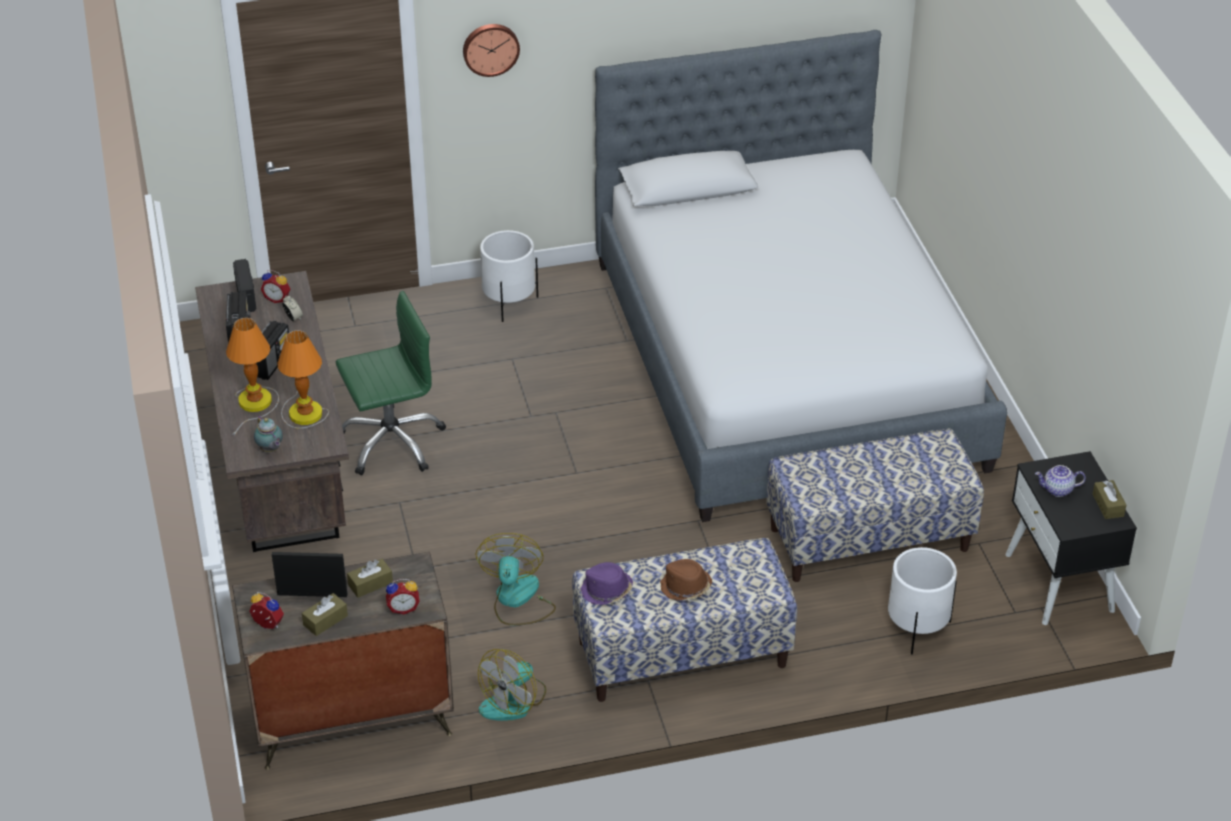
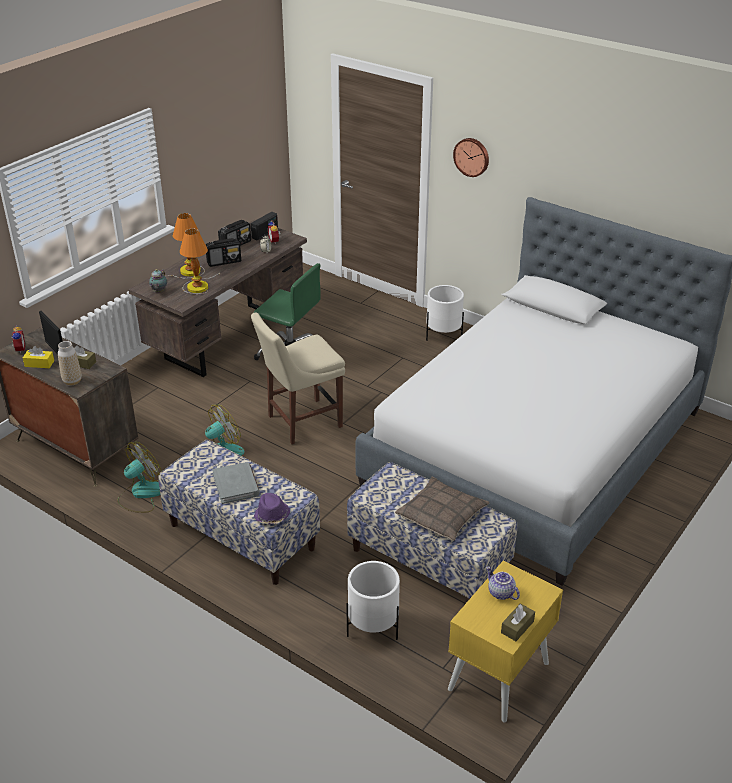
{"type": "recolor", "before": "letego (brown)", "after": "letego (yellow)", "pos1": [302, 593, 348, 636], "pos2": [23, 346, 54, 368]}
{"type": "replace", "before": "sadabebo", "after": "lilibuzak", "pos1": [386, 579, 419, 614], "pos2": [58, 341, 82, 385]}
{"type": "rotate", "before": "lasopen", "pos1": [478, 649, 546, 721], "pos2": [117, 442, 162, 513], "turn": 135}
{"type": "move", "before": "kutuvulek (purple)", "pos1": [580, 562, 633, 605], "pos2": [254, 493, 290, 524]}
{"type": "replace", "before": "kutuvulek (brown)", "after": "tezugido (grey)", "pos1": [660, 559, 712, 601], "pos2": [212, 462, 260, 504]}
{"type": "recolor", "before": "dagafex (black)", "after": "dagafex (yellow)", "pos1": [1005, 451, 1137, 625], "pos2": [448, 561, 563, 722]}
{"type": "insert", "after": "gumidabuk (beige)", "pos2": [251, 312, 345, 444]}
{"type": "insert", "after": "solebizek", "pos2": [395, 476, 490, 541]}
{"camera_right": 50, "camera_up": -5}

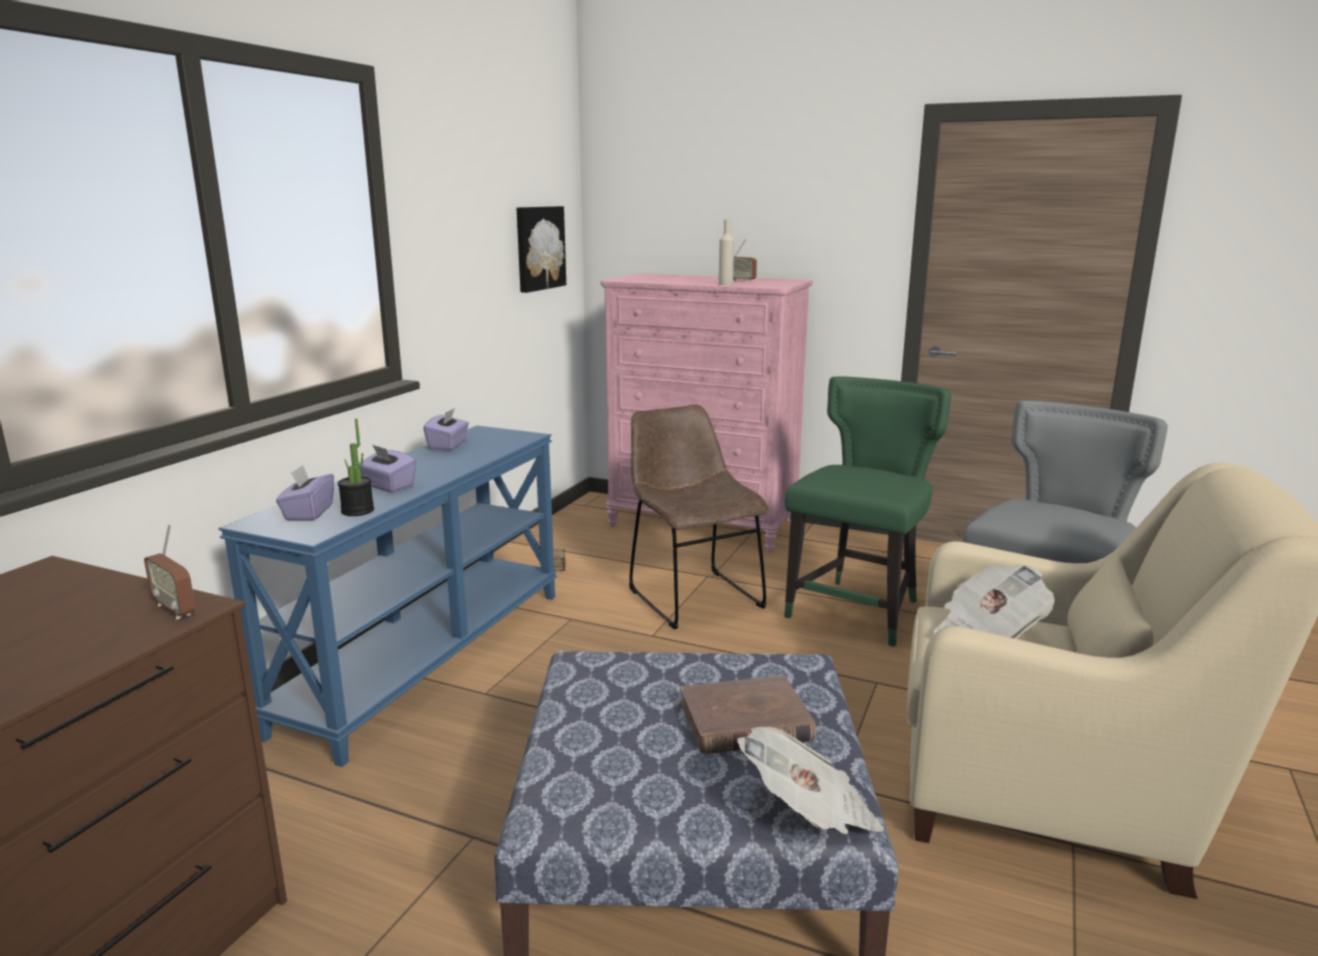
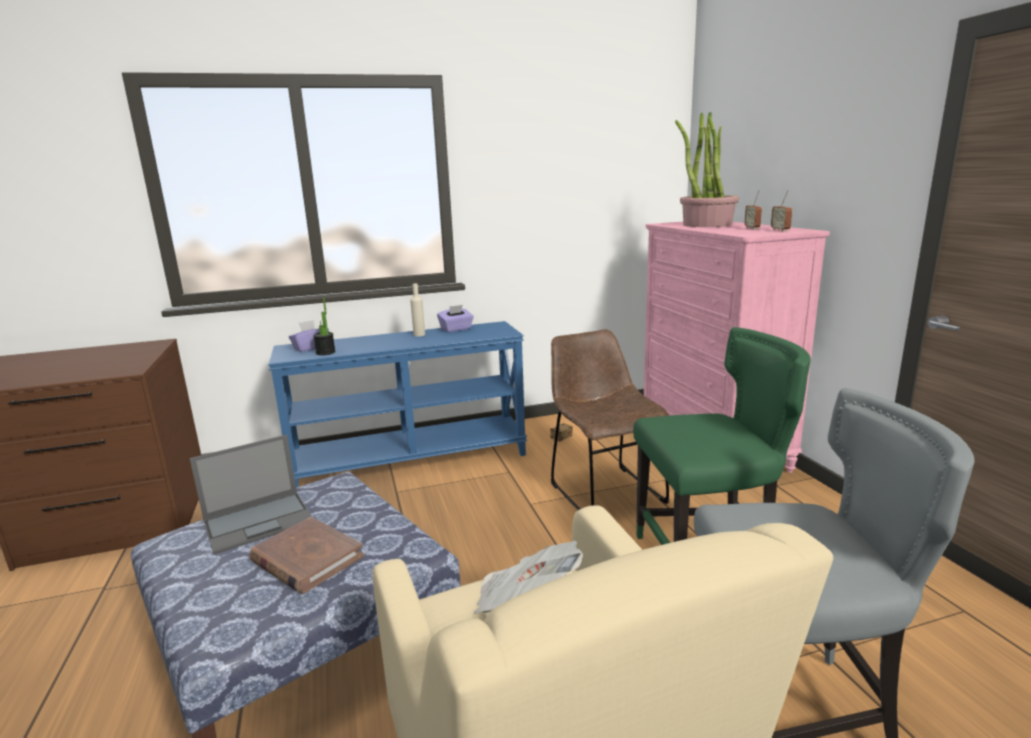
{"type": "move", "before": "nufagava", "pos1": [144, 524, 196, 620], "pos2": [771, 189, 792, 232]}
{"type": "delete", "before": "letego (purple)", "pos1": [359, 444, 417, 493]}
{"type": "delete", "before": "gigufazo", "pos1": [516, 206, 566, 293]}
{"type": "rotate", "before": "gumidabuk (brown)", "pos1": [629, 405, 769, 629], "pos2": [551, 329, 670, 510], "turn": -45}
{"type": "move", "before": "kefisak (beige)", "pos1": [719, 219, 734, 285], "pos2": [410, 284, 425, 336]}
{"type": "delete", "before": "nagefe", "pos1": [737, 727, 884, 834]}
{"type": "insert", "after": "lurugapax", "pos2": [190, 434, 312, 555]}
{"type": "insert", "after": "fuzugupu", "pos2": [675, 112, 739, 227]}
{"camera_right": 50, "camera_up": 0}

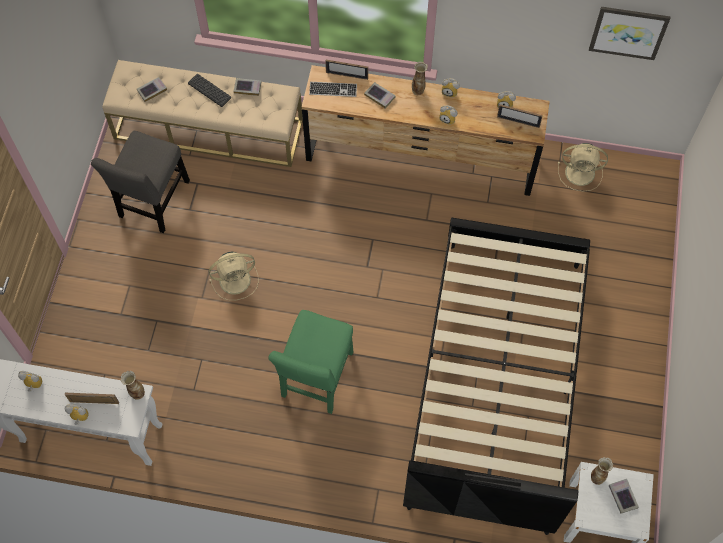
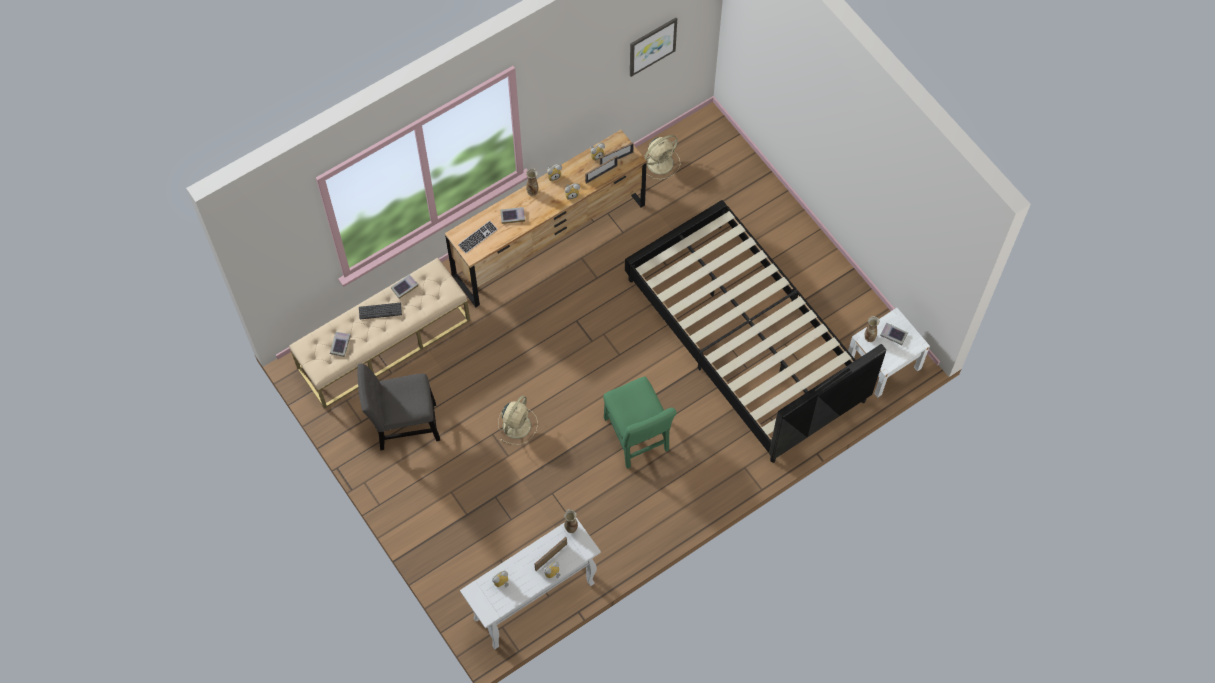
{"type": "rotate", "before": "gumidabuk (grey)", "pos1": [91, 131, 190, 233], "pos2": [357, 363, 440, 450], "turn": 105}
{"type": "move", "before": "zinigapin", "pos1": [326, 60, 368, 80], "pos2": [585, 156, 618, 184]}
{"camera_right": -45, "camera_up": 0}

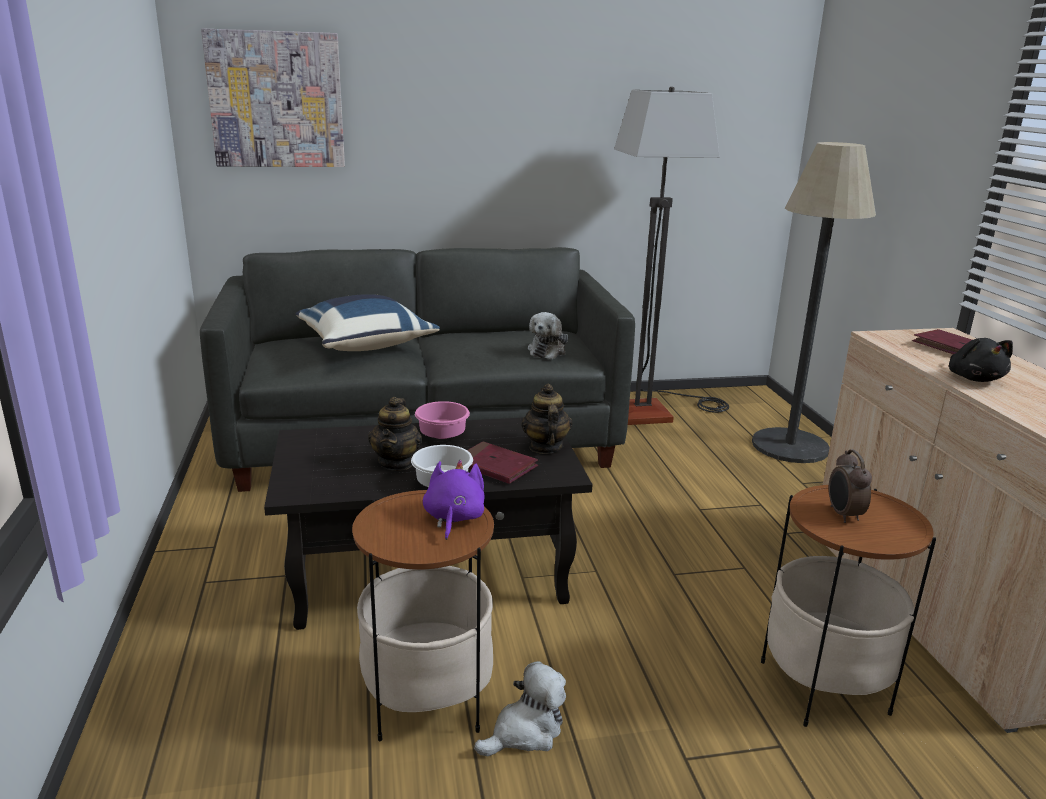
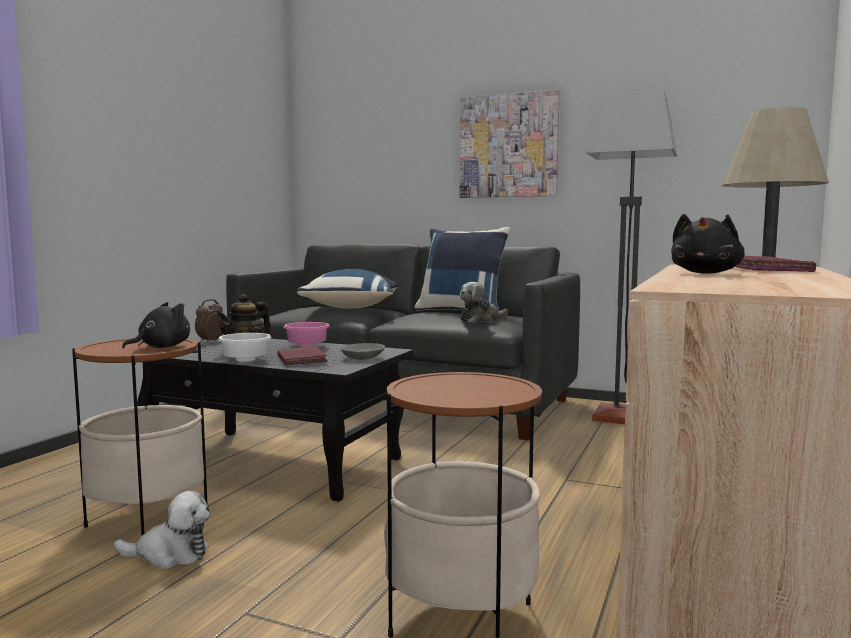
{"type": "move", "before": "gigufazo", "pos1": [201, 28, 345, 167], "pos2": [460, 89, 560, 198]}
{"type": "recolor", "before": "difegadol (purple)", "after": "difegadol (black)", "pos1": [423, 460, 484, 540], "pos2": [122, 302, 190, 349]}
{"type": "replace", "before": "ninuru", "after": "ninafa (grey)", "pos1": [521, 384, 572, 454], "pos2": [341, 343, 385, 360]}
{"type": "move", "before": "sadabebo", "pos1": [829, 449, 872, 523], "pos2": [195, 299, 223, 343]}
{"type": "insert", "after": "solebizek (blue)", "pos2": [414, 227, 511, 311]}
{"camera_right": 35, "camera_up": -15}

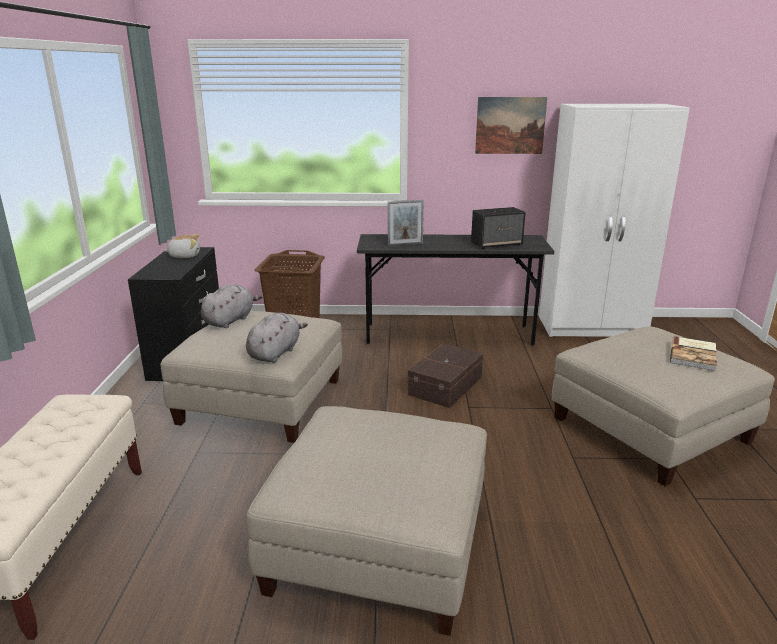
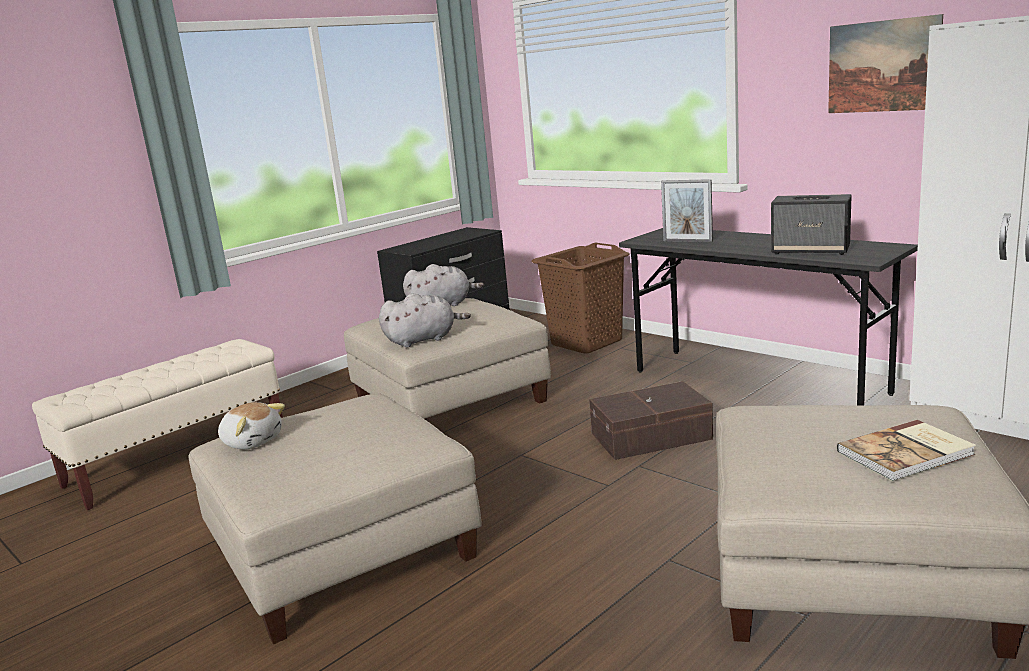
{"type": "move", "before": "difegadol", "pos1": [163, 234, 200, 258], "pos2": [218, 402, 285, 449]}
{"camera_right": 45, "camera_up": -5}

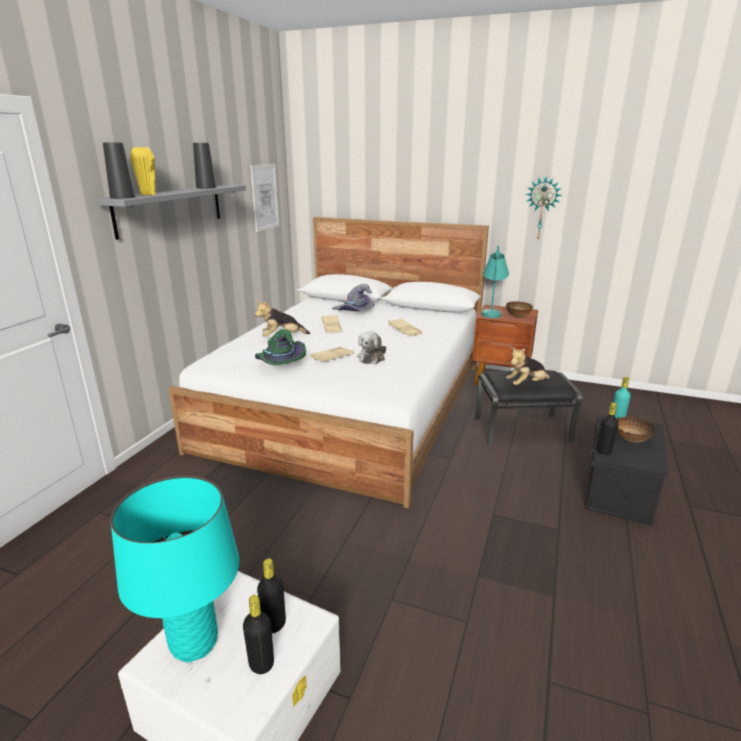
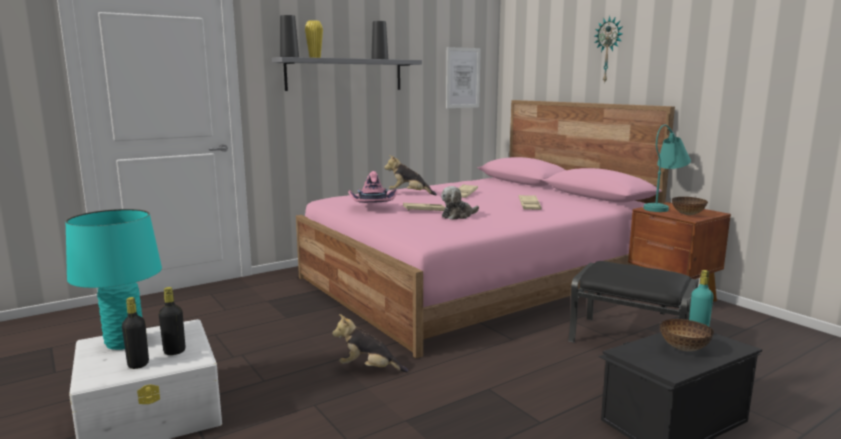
{"type": "recolor", "before": "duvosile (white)", "after": "duvosile (pink)", "pos1": [168, 217, 489, 508], "pos2": [296, 100, 675, 358]}
{"type": "recolor", "before": "kutuvulek (green)", "after": "kutuvulek (pink)", "pos1": [255, 329, 306, 365], "pos2": [348, 171, 398, 203]}
{"type": "delete", "before": "kutuvulek (grey)", "pos1": [332, 284, 375, 311]}
{"type": "move", "before": "difegadol", "pos1": [506, 347, 551, 385], "pos2": [332, 314, 409, 372]}
{"type": "move", "before": "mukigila", "pos1": [526, 177, 562, 239], "pos2": [595, 16, 623, 82]}
{"type": "delete", "before": "kefisak (black)", "pos1": [597, 402, 619, 455]}
{"camera_right": 35, "camera_up": -10}

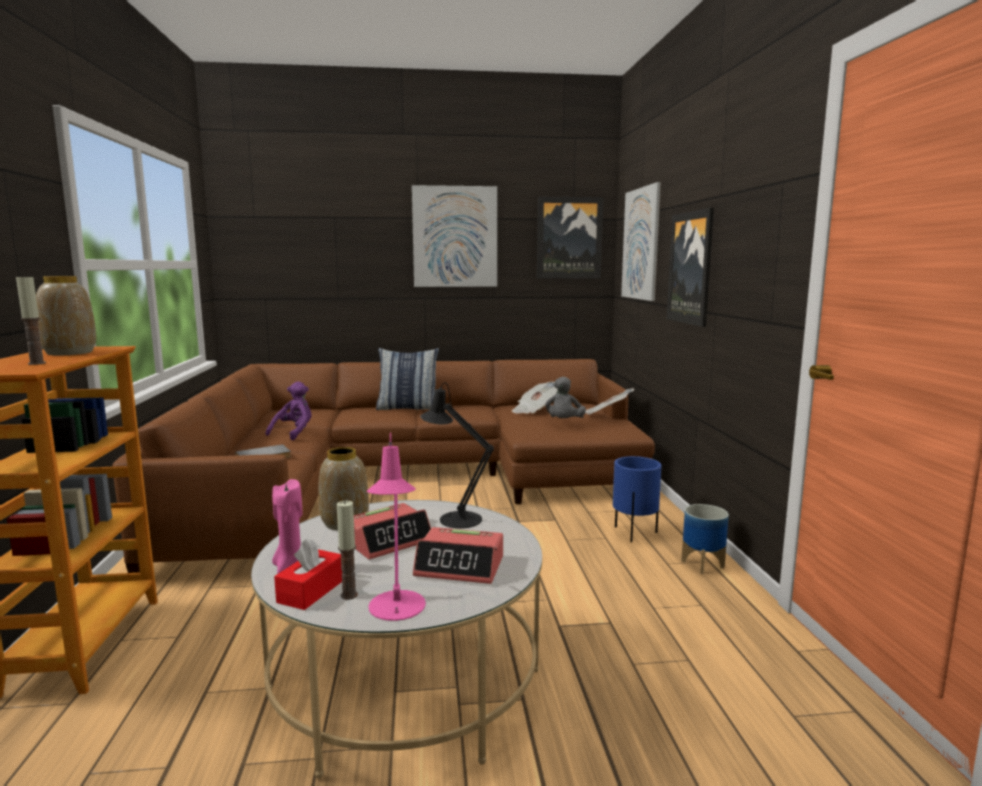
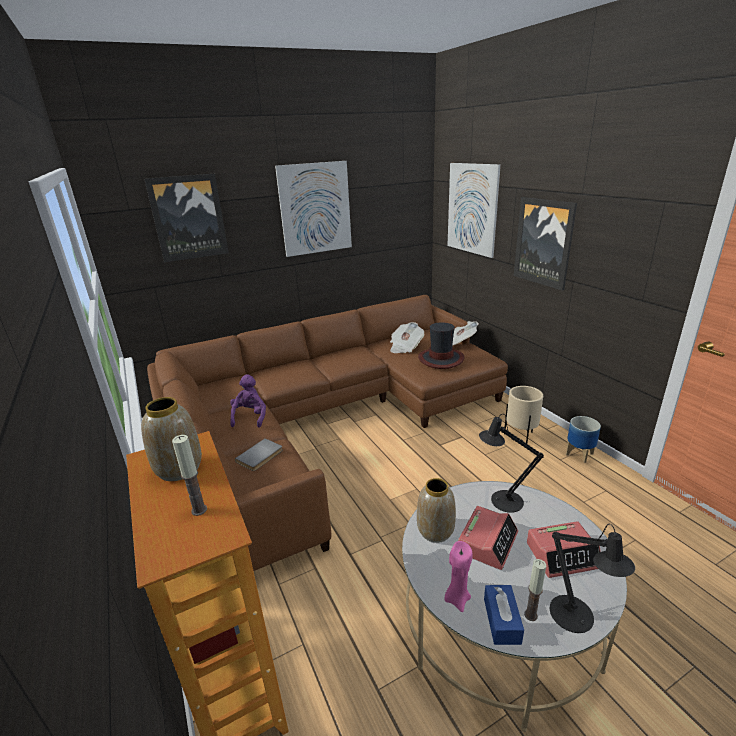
{"type": "recolor", "before": "letego (red)", "after": "letego (blue)", "pos1": [274, 538, 342, 610], "pos2": [484, 585, 524, 645]}
{"type": "recolor", "before": "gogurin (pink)", "after": "gogurin (black)", "pos1": [367, 432, 426, 621], "pos2": [550, 524, 635, 633]}
{"type": "delete", "before": "solebizek", "pos1": [376, 348, 439, 410]}
{"type": "move", "before": "gigufazo", "pos1": [537, 197, 603, 279], "pos2": [144, 174, 229, 262]}
{"type": "replace", "before": "difegadol (grey)", "after": "kutuvulek", "pos1": [545, 377, 586, 418], "pos2": [418, 322, 464, 369]}
{"type": "recolor", "before": "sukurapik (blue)", "after": "sukurapik (beige)", "pos1": [613, 456, 662, 542], "pos2": [505, 386, 543, 444]}
{"camera_right": -20, "camera_up": 15}

